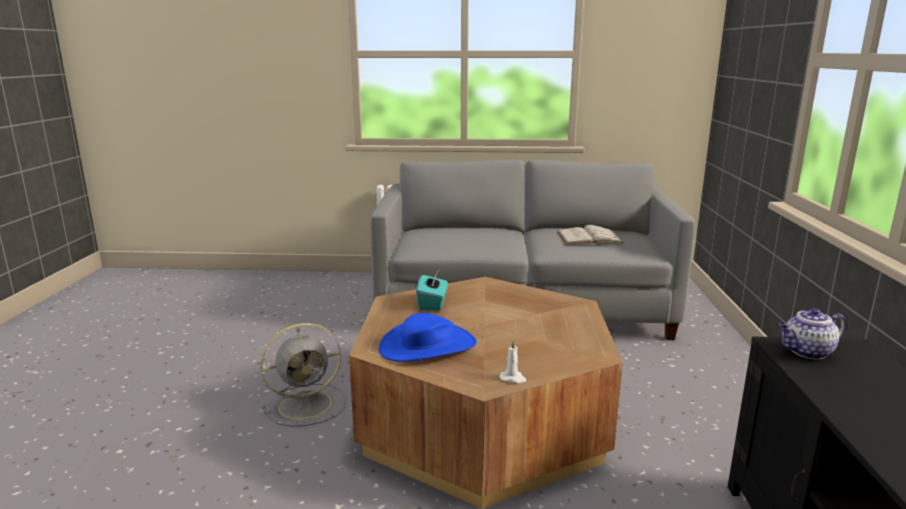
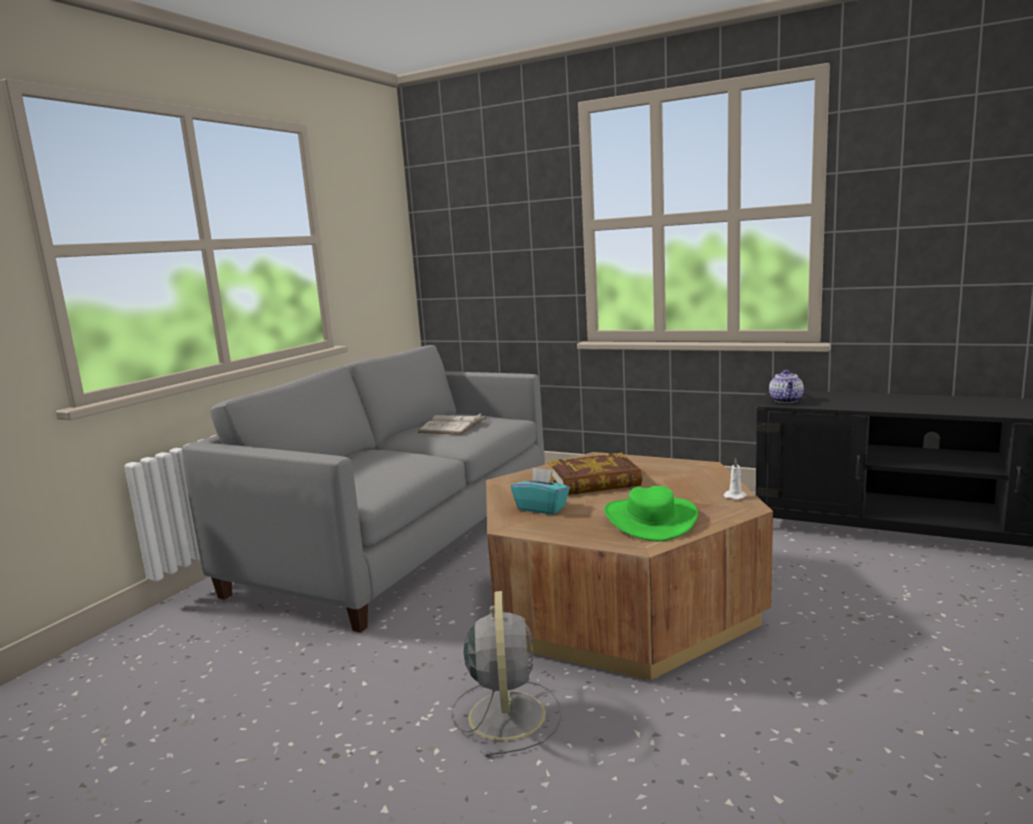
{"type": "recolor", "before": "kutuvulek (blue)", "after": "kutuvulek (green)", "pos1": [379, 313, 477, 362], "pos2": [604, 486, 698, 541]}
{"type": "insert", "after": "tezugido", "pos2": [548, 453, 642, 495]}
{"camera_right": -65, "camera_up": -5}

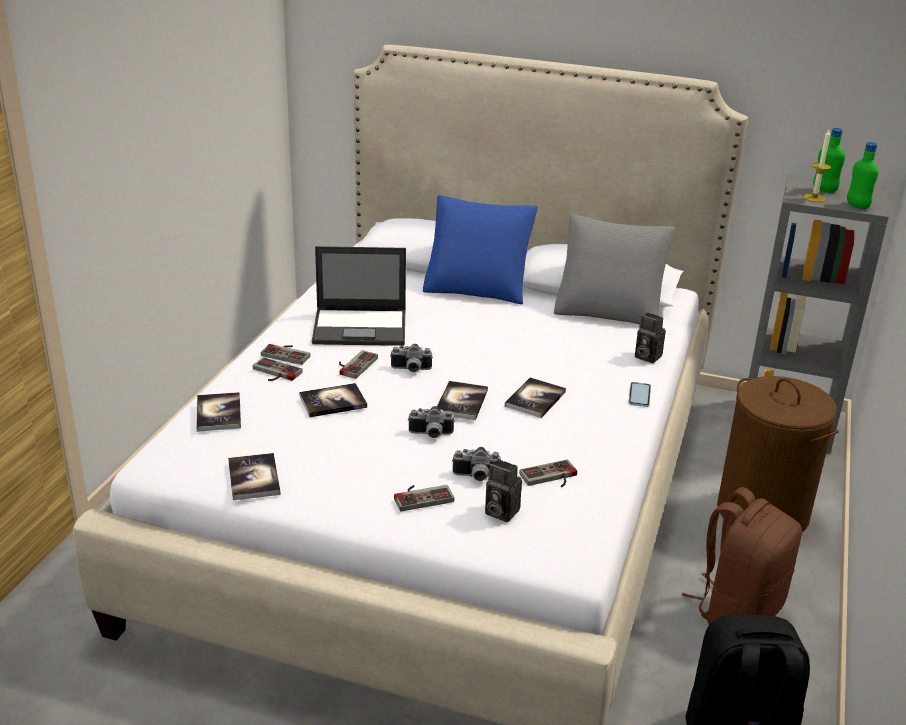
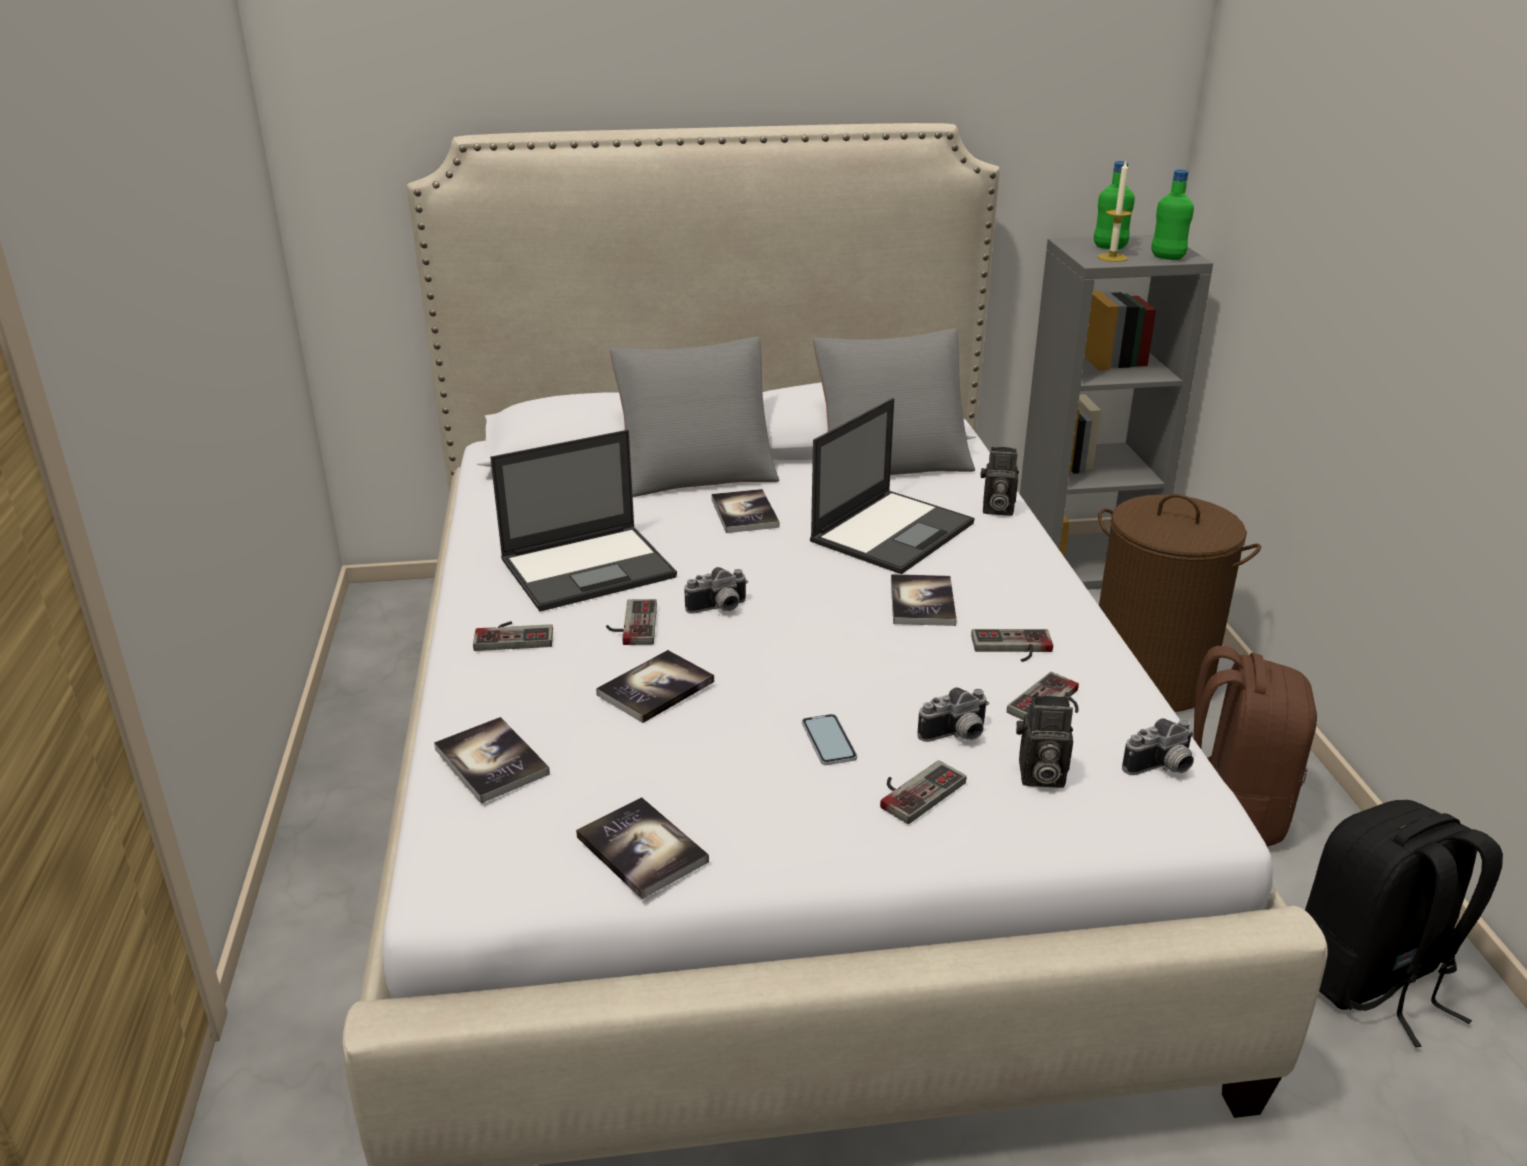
{"type": "move", "before": "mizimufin", "pos1": [253, 357, 303, 381], "pos2": [971, 629, 1053, 662]}
{"type": "move", "before": "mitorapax", "pos1": [408, 406, 455, 438], "pos2": [1122, 718, 1195, 775]}
{"type": "recolor", "before": "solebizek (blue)", "after": "solebizek (grey)", "pos1": [423, 195, 538, 304], "pos2": [610, 337, 779, 497]}
{"type": "move", "before": "tezugido", "pos1": [437, 381, 488, 420], "pos2": [711, 489, 779, 533]}
{"type": "move", "before": "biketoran", "pos1": [628, 382, 651, 407], "pos2": [802, 714, 857, 765]}
{"type": "insert", "after": "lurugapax", "pos2": [810, 398, 974, 574]}
{"camera_right": -25, "camera_up": 0}

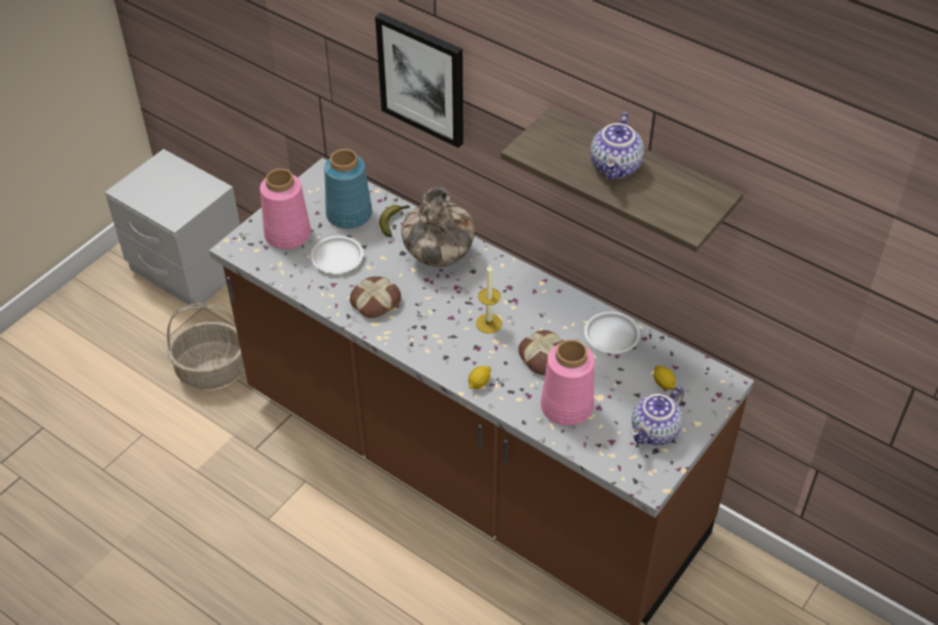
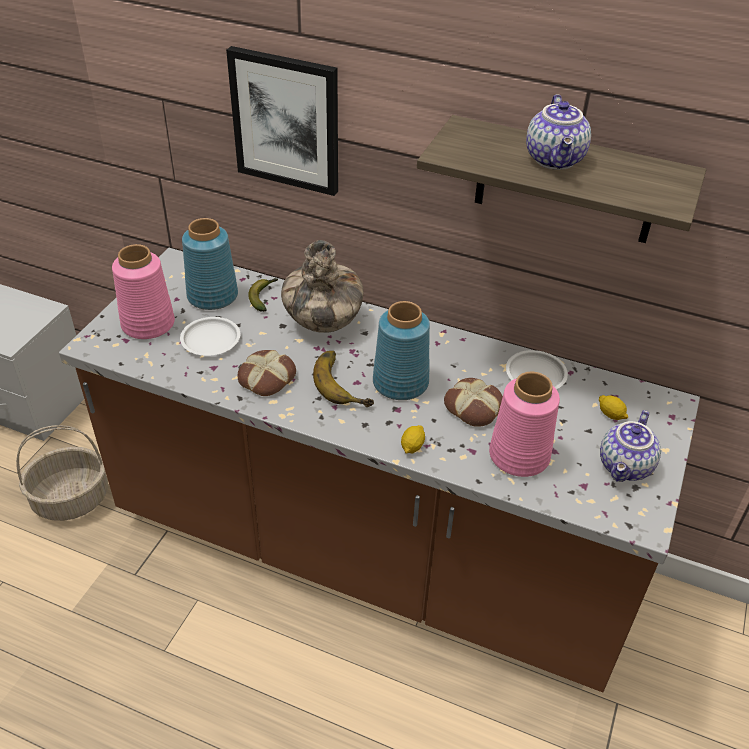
{"type": "replace", "before": "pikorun", "after": "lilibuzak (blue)", "pos1": [476, 265, 502, 334], "pos2": [373, 301, 430, 400]}
{"type": "insert", "after": "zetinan", "pos2": [313, 351, 374, 407]}
{"camera_right": -15, "camera_up": -5}

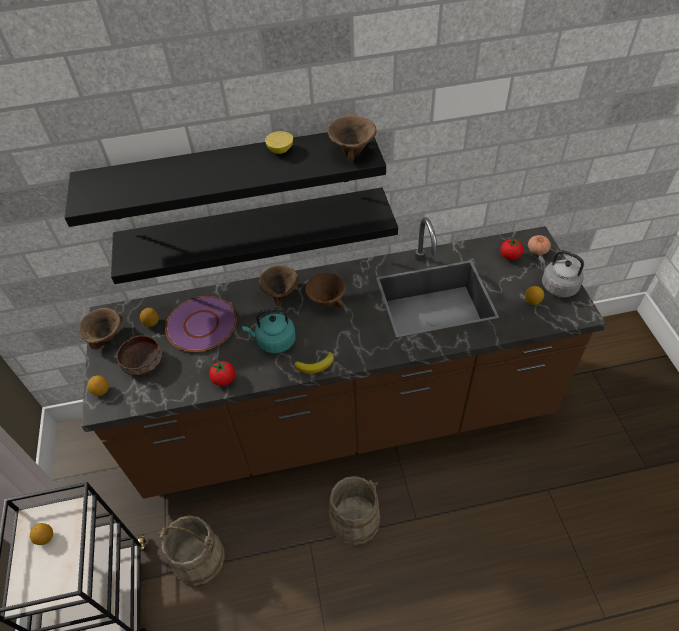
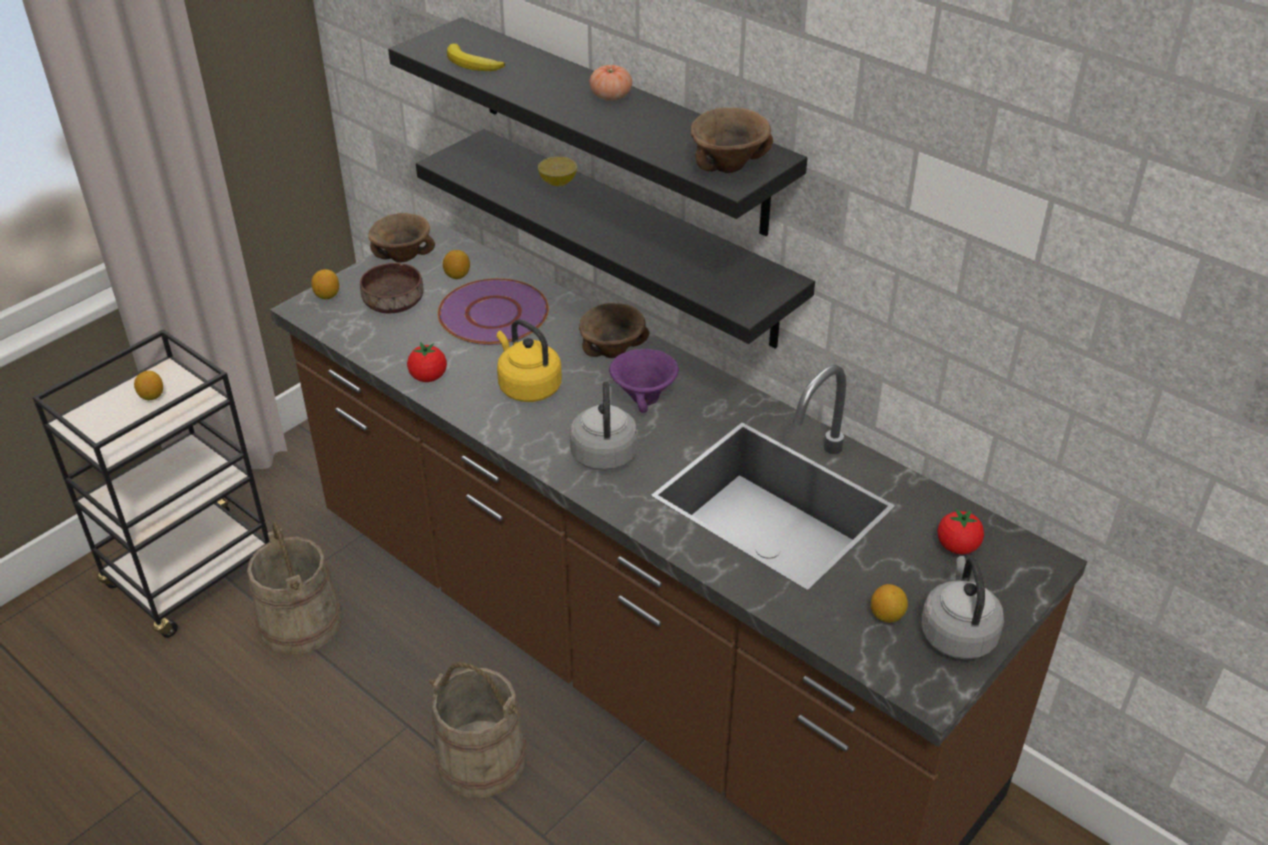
{"type": "recolor", "before": "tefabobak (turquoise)", "after": "tefabobak (yellow)", "pos1": [242, 308, 296, 354], "pos2": [497, 319, 562, 402]}
{"type": "move", "before": "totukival", "pos1": [265, 131, 293, 154], "pos2": [538, 157, 577, 186]}
{"type": "move", "before": "zetinan", "pos1": [294, 352, 334, 373], "pos2": [447, 44, 505, 71]}
{"type": "recolor", "before": "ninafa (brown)", "after": "ninafa (purple)", "pos1": [305, 273, 346, 308], "pos2": [609, 349, 679, 413]}
{"type": "move", "before": "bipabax", "pos1": [528, 235, 551, 255], "pos2": [589, 65, 632, 101]}
{"type": "insert", "after": "tefabobak (grey)", "pos2": [570, 382, 638, 471]}
{"camera_right": 50, "camera_up": -10}

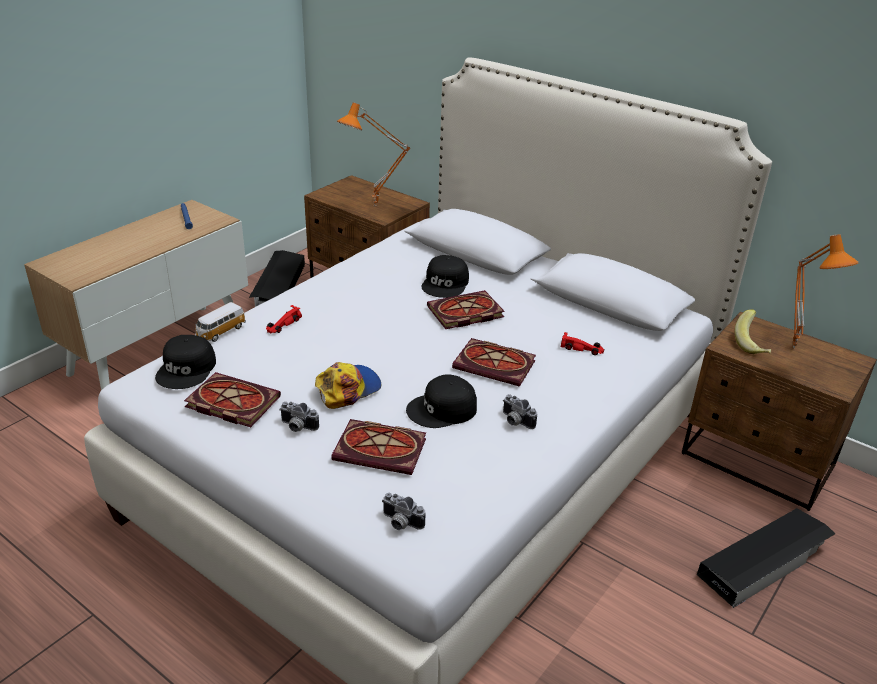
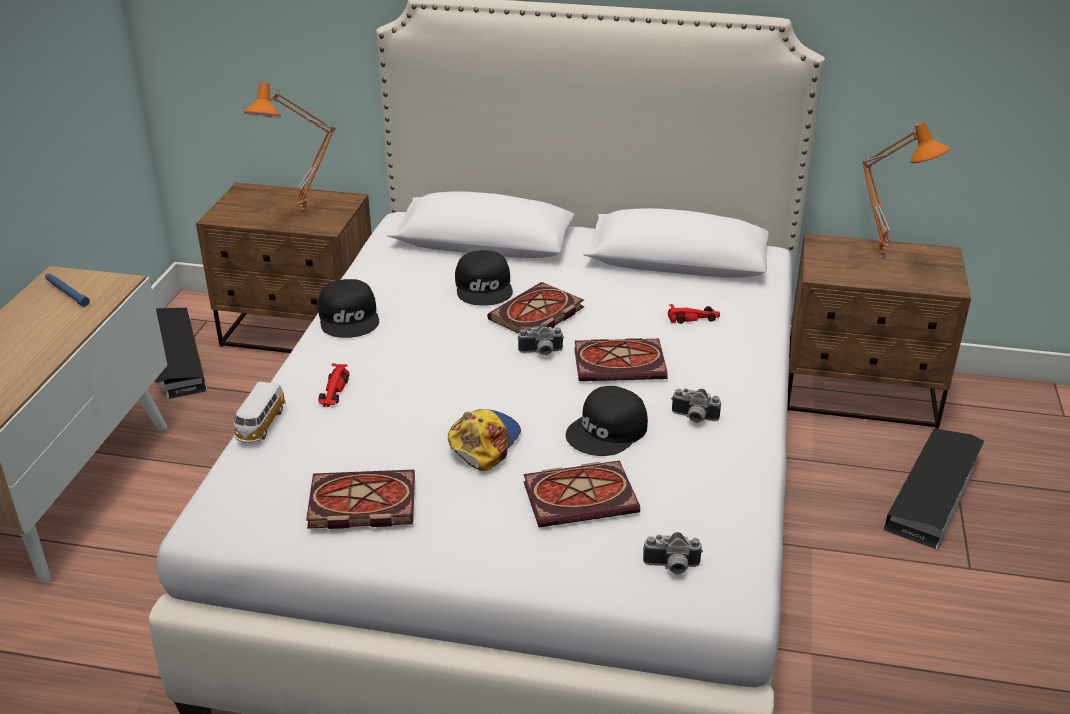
{"type": "move", "before": "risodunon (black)", "pos1": [155, 335, 216, 389], "pos2": [318, 279, 379, 338]}
{"type": "move", "before": "mitorapax", "pos1": [279, 402, 319, 432], "pos2": [517, 324, 564, 356]}
{"type": "delete", "before": "zetinan", "pos1": [735, 309, 771, 354]}
{"camera_right": -25, "camera_up": 0}

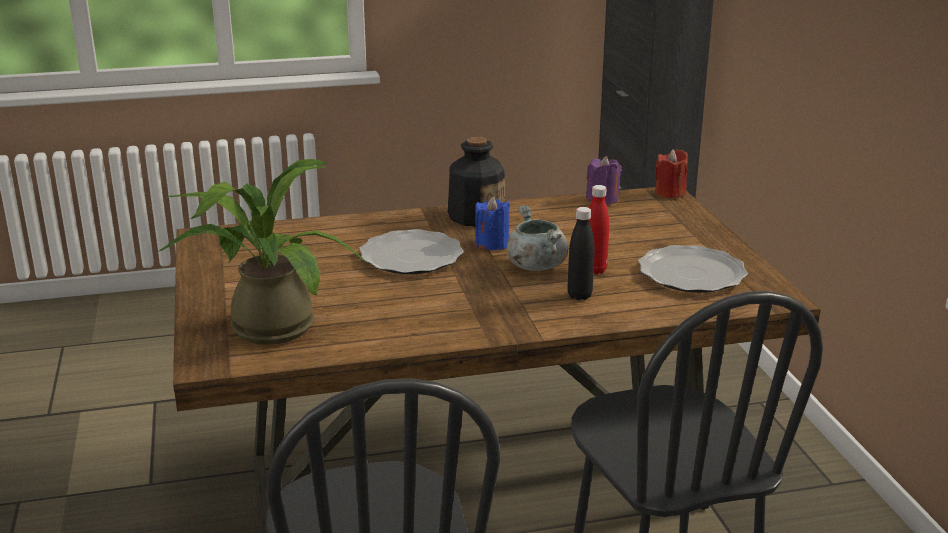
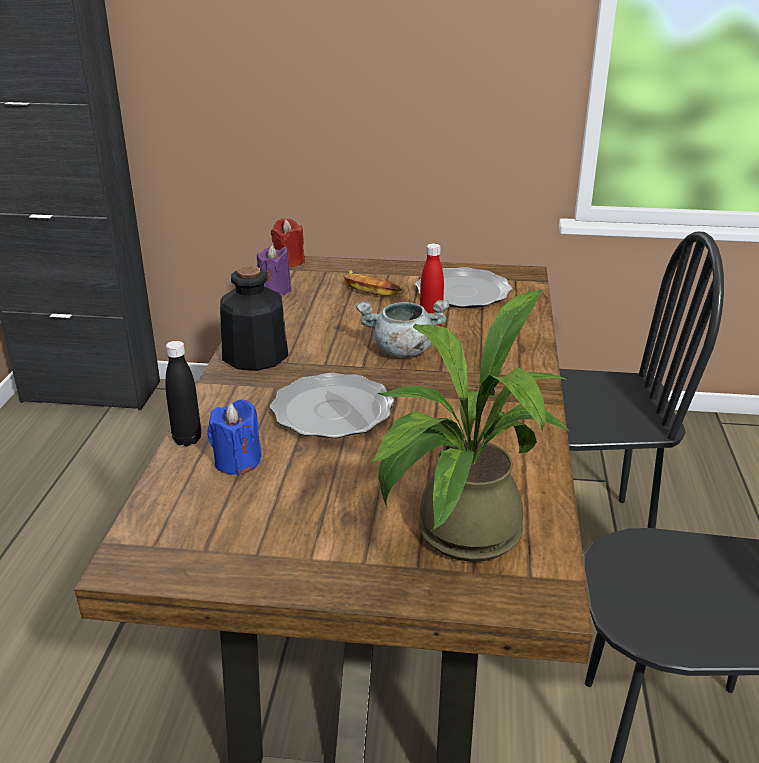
{"type": "move", "before": "pikorun (blue)", "pos1": [475, 196, 510, 250], "pos2": [208, 399, 262, 476]}
{"type": "move", "before": "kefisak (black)", "pos1": [567, 207, 595, 300], "pos2": [165, 341, 201, 446]}
{"type": "insert", "after": "zetinan", "pos2": [344, 270, 403, 296]}
{"camera_right": -70, "camera_up": 5}

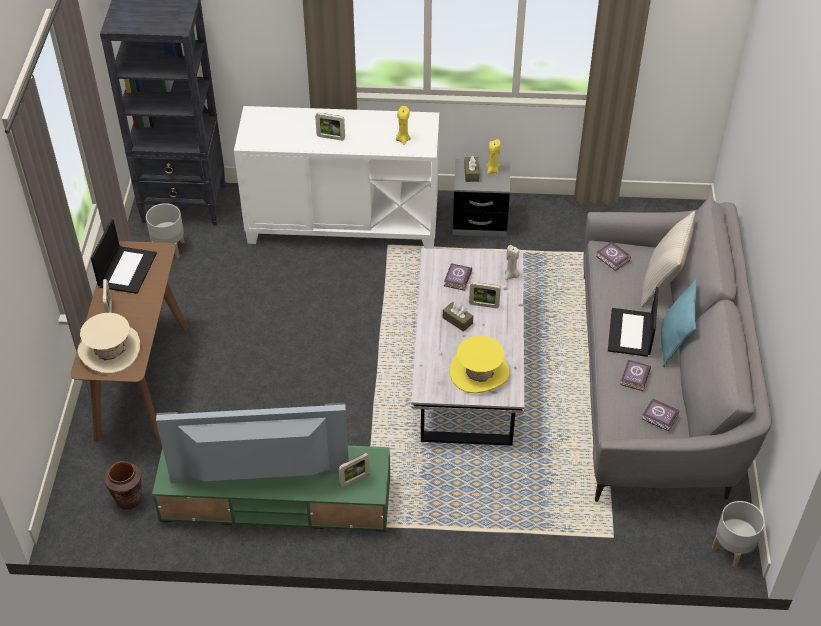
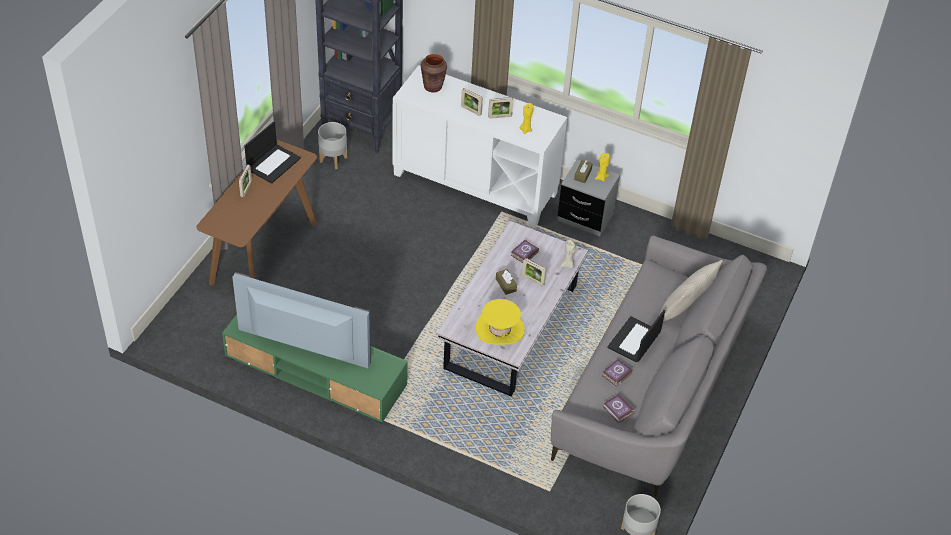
{"type": "delete", "before": "kutuvulek (beige)", "pos1": [77, 313, 140, 374]}
{"type": "move", "before": "lilibuzak (brown)", "pos1": [105, 461, 142, 509], "pos2": [420, 54, 447, 93]}
{"type": "move", "before": "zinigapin", "pos1": [338, 453, 370, 487], "pos2": [488, 97, 513, 119]}
{"type": "delete", "before": "tezugido", "pos1": [596, 242, 631, 271]}
{"type": "delete", "before": "solebizek (turquoise)", "pos1": [661, 279, 697, 367]}
{"camera_right": 20, "camera_up": 0}

